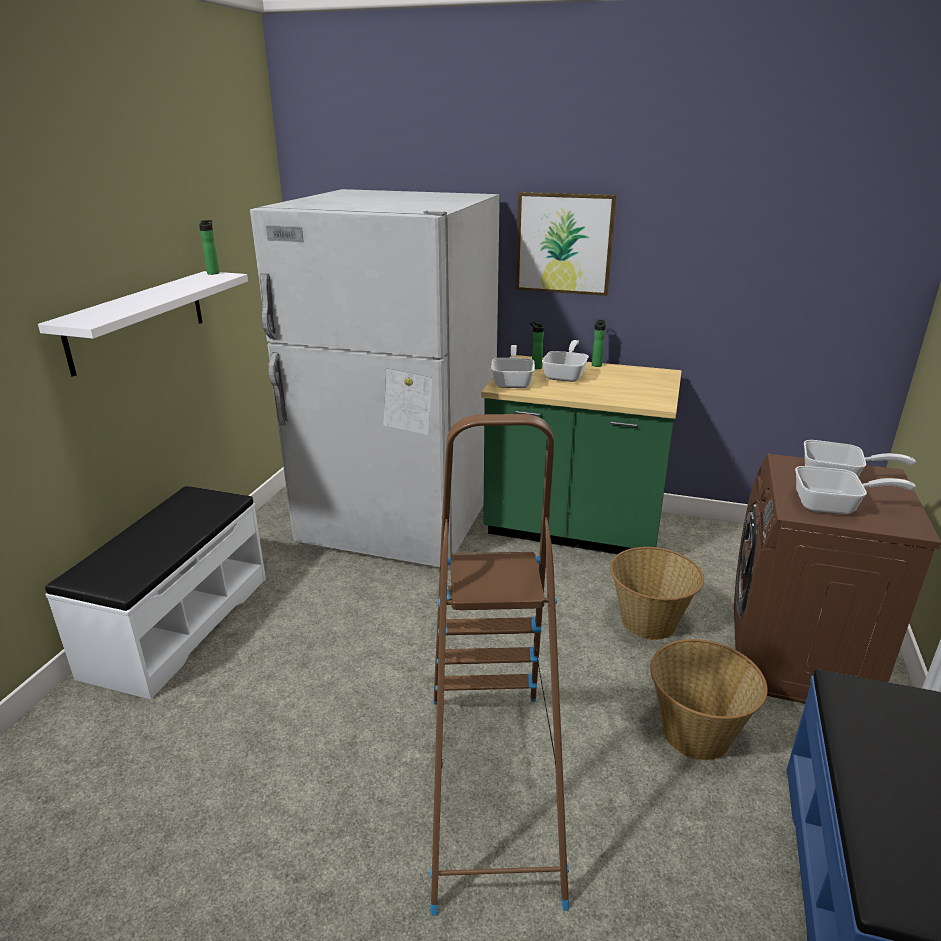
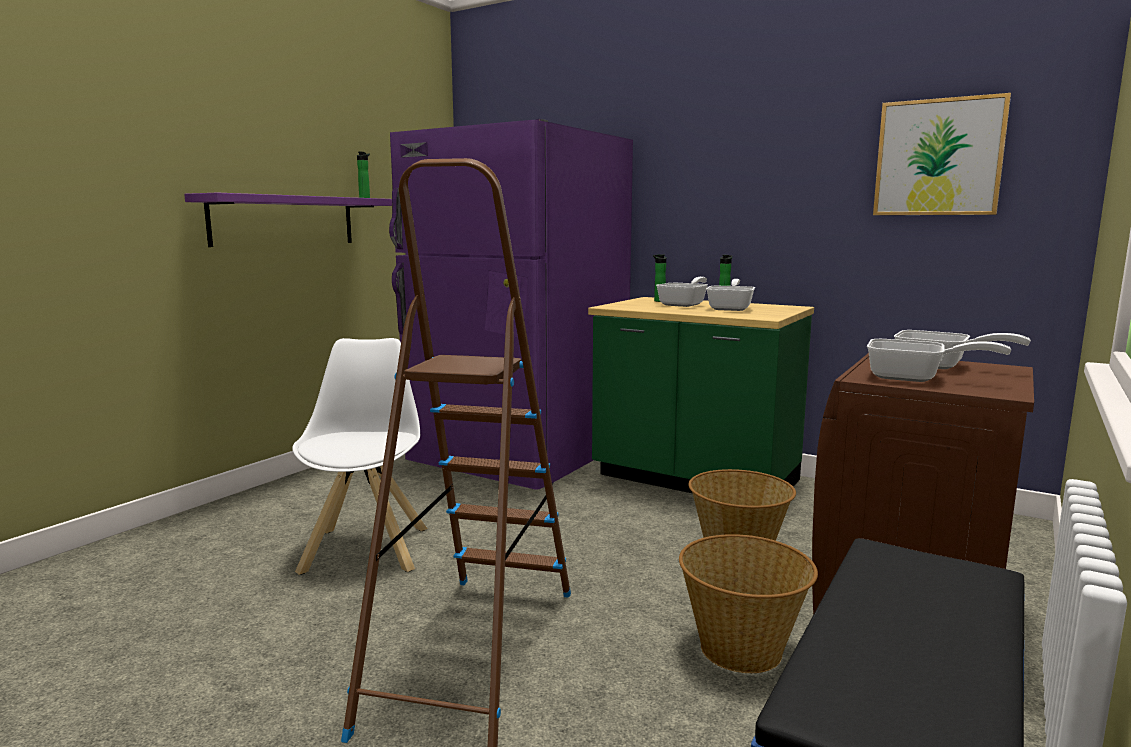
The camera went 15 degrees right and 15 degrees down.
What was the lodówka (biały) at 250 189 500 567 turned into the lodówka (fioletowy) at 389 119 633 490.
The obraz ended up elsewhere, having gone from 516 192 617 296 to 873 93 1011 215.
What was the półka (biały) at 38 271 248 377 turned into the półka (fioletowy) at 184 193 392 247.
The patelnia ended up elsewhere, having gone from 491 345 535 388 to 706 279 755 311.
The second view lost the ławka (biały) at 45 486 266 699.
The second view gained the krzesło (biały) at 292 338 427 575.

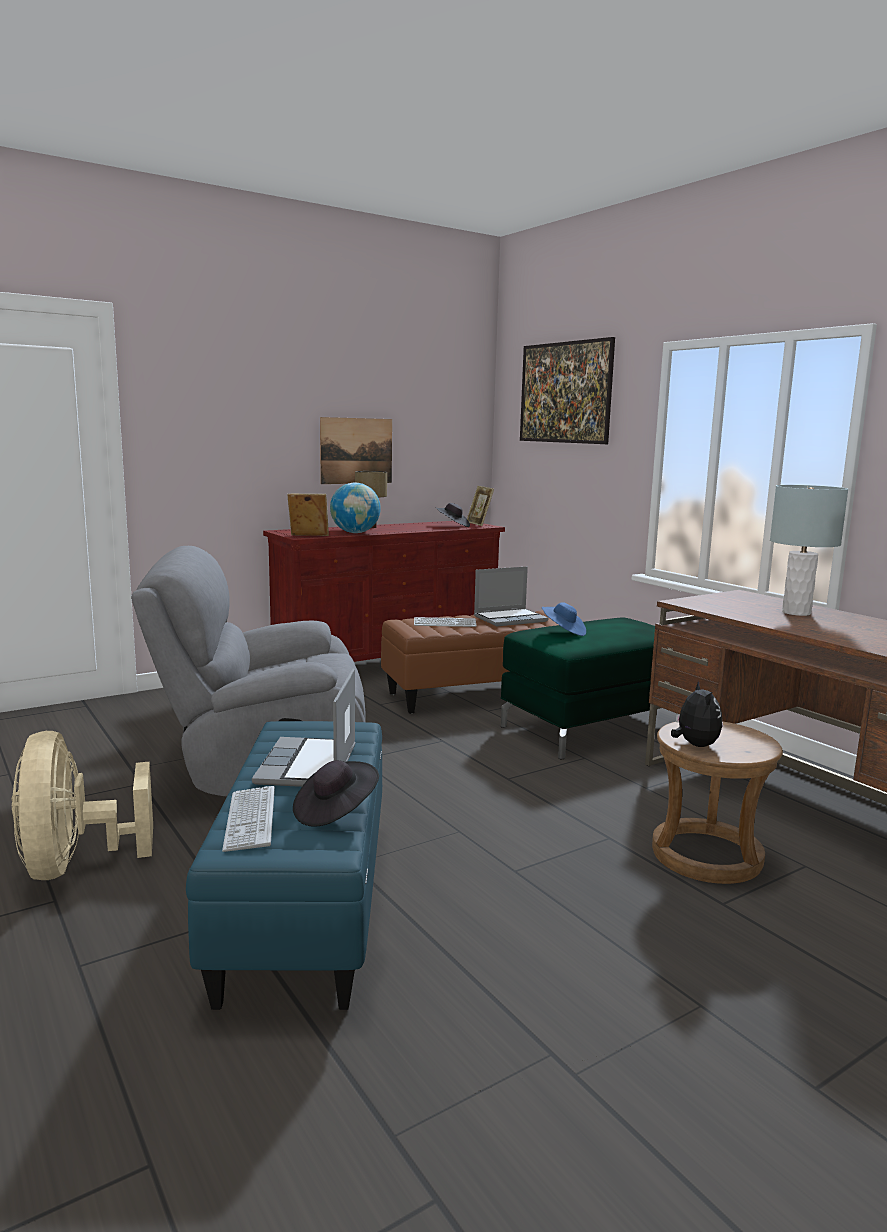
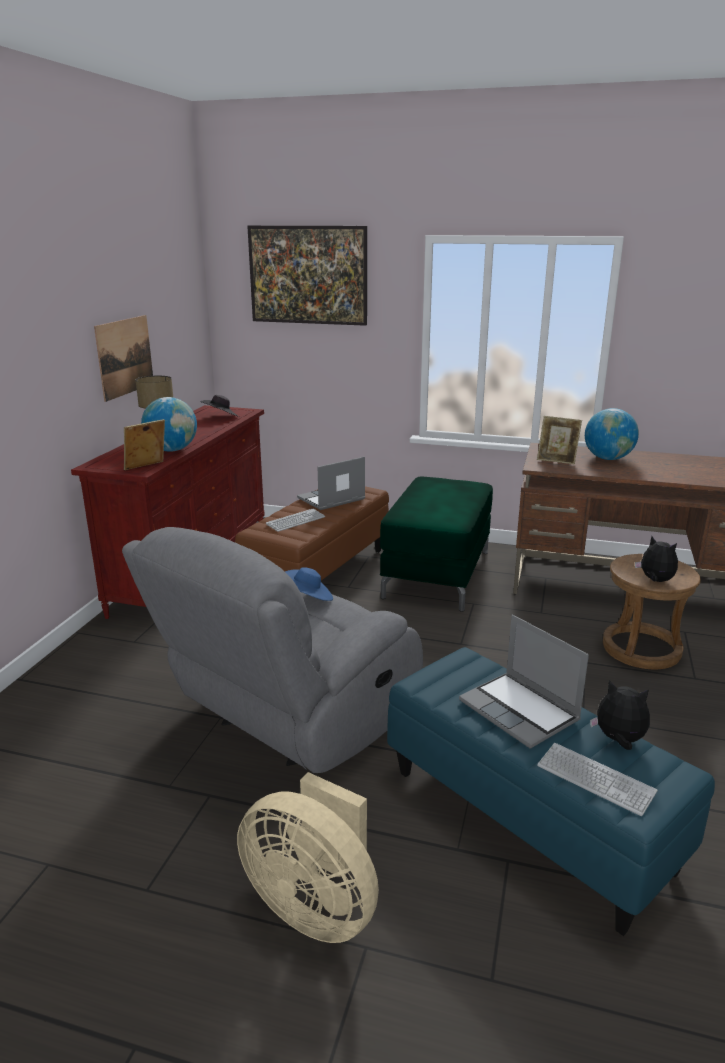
The camera went 40 degrees left and 10 degrees up.
Where the lampa stołowa (szary) stood at 770 485 848 616, the globus came to stand at 585 408 639 460.
The ramka na zdjęcie ended up elsewhere, having gone from 467 486 494 526 to 537 416 582 465.
The laptop at 474 567 548 626 ended up facing another way, 150 degrees counterclockwise from before.
The kapelusz (niebieski) ended up elsewhere, having gone from 542 602 586 636 to 285 567 333 601.
Where the kapelusz (czarny) stood at 293 760 379 827, the pluszak came to stand at 590 680 650 750.

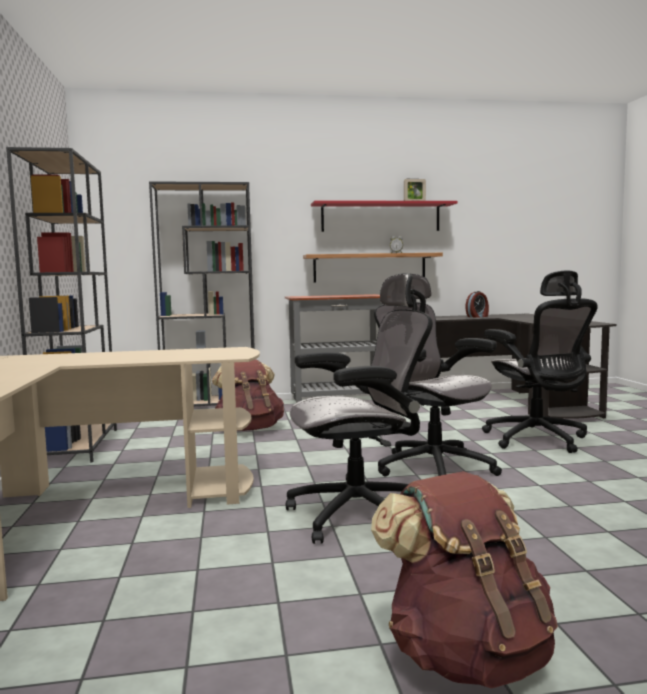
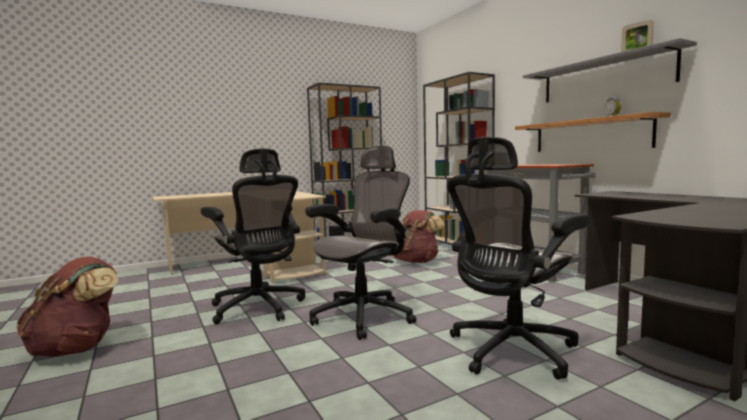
The camera went 70 degrees right and 0 degrees up.
What was the półka (czerwony) at 311 201 457 232 turned into the półka (szary) at 523 38 697 102.
The second view lost the budzik at 466 291 489 318.

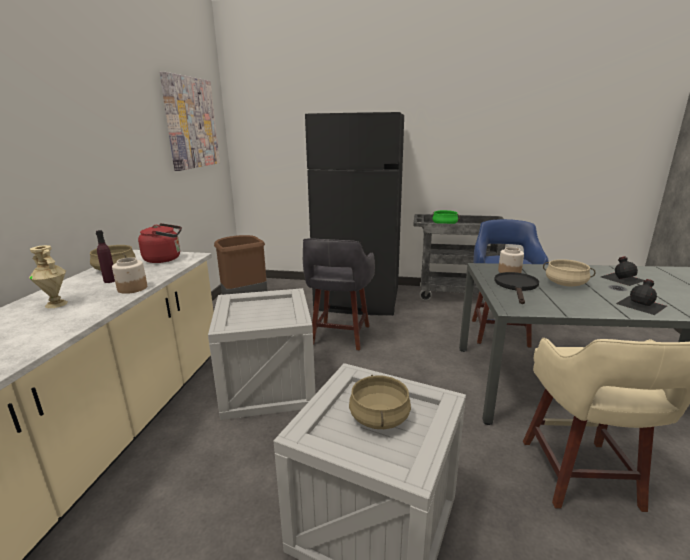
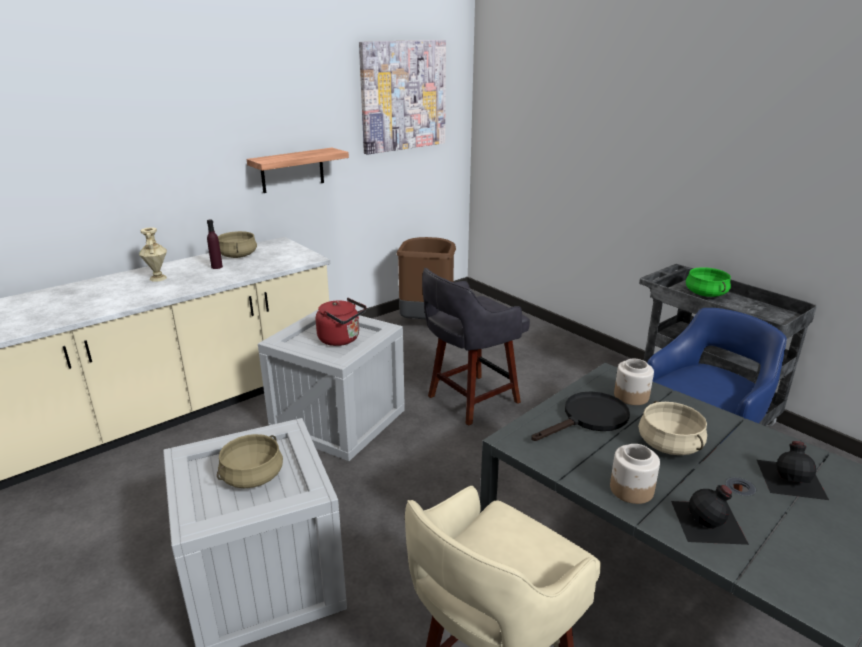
The camera went 40 degrees right and 5 degrees up.
The second view lost the lodówka (czarny) at 305 112 404 316.
The czajnik (czerwony) ended up elsewhere, having gone from 138 223 182 263 to 316 298 367 346.
The słoik ended up elsewhere, having gone from 112 257 147 294 to 610 444 660 504.
The second view gained the półka at 247 148 349 193.

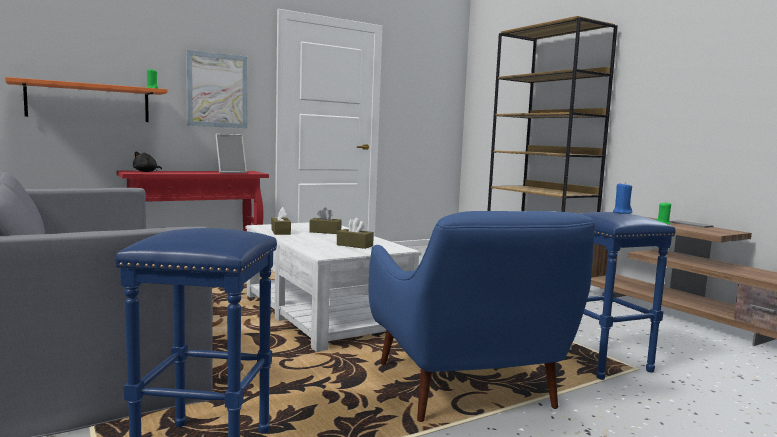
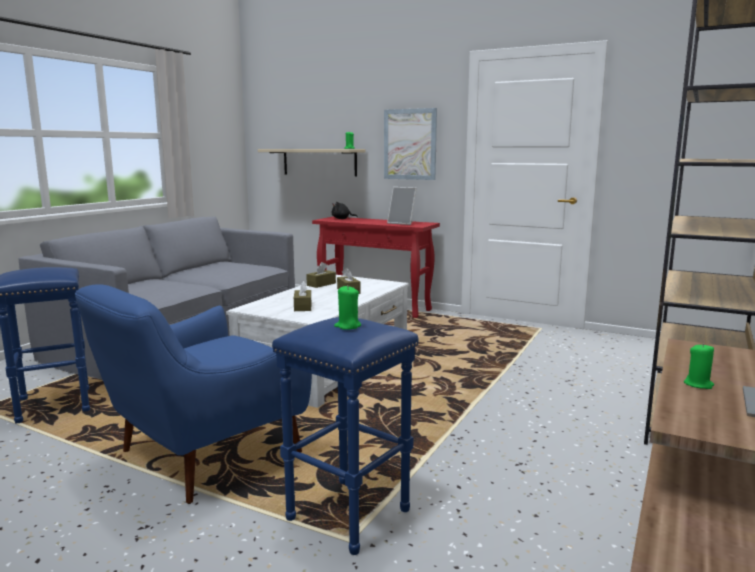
The camera went 60 degrees right and 5 degrees up.
What was the półka (pomarańczowy) at 5 77 167 122 turned into the półka (beżowy) at 258 149 366 176.
What was the świeca (niebieski) at 613 183 632 214 turned into the świeca (zielony) at 334 285 361 330.

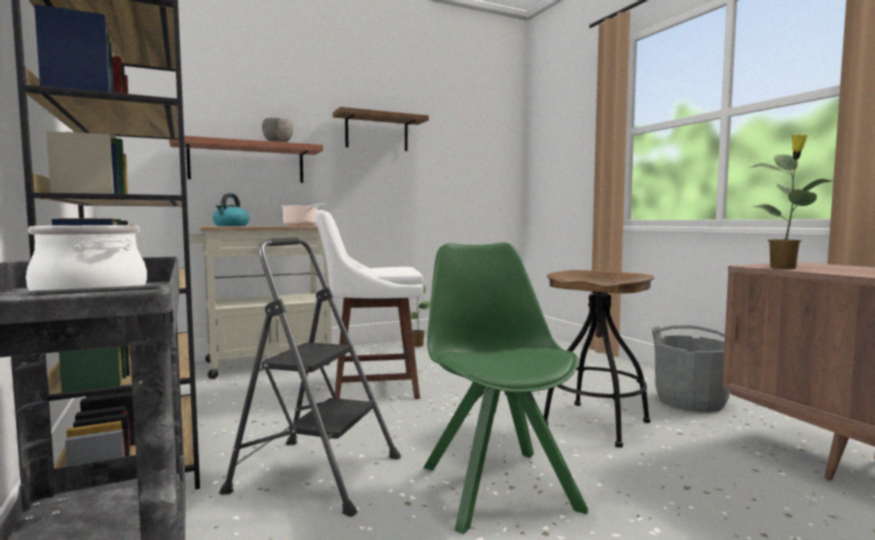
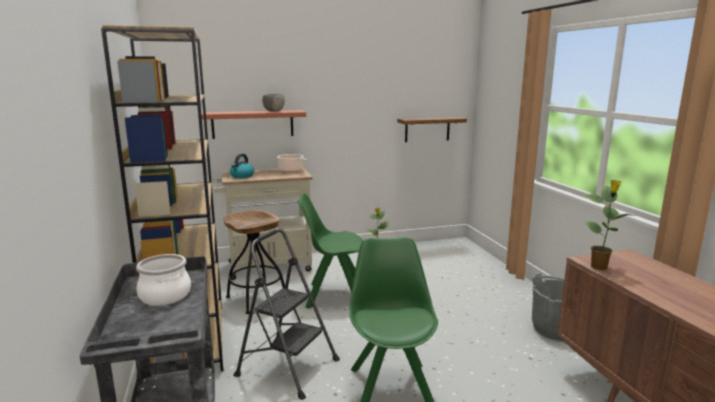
The camera went 10 degrees right and 10 degrees up.
The półka ended up elsewhere, having gone from 333 107 429 151 to 397 117 467 142.
Where the stołek (biały) stood at 315 210 423 399, the krzesło (zielony) came to stand at 298 193 363 309.
The stołek (brązowy) ended up elsewhere, having gone from 544 270 654 448 to 223 210 285 314.

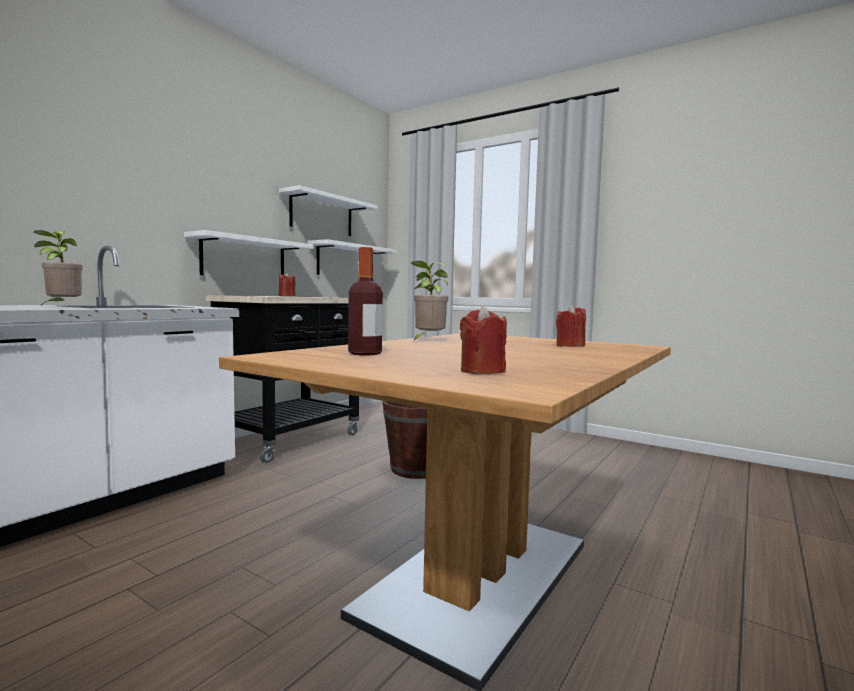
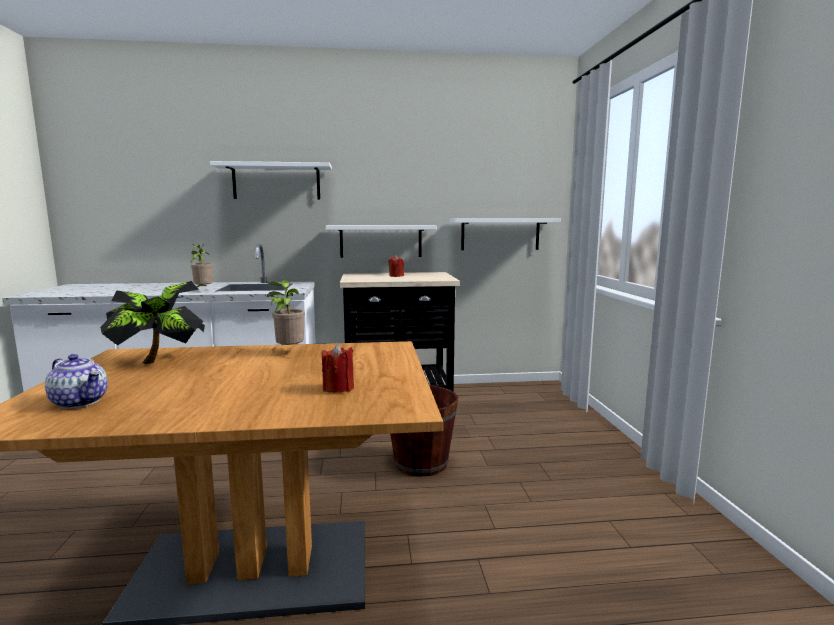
The camera went 50 degrees right and 5 degrees up.
The półka (biały) ended up elsewhere, having gone from 279 185 378 236 to 210 161 332 199.
Where the butelka stood at 348 247 383 356, the roślina doniczkowa came to stand at 100 281 205 364.
Where the świeca (czerwony) stood at 460 306 507 374, the imbryk came to stand at 45 354 108 409.

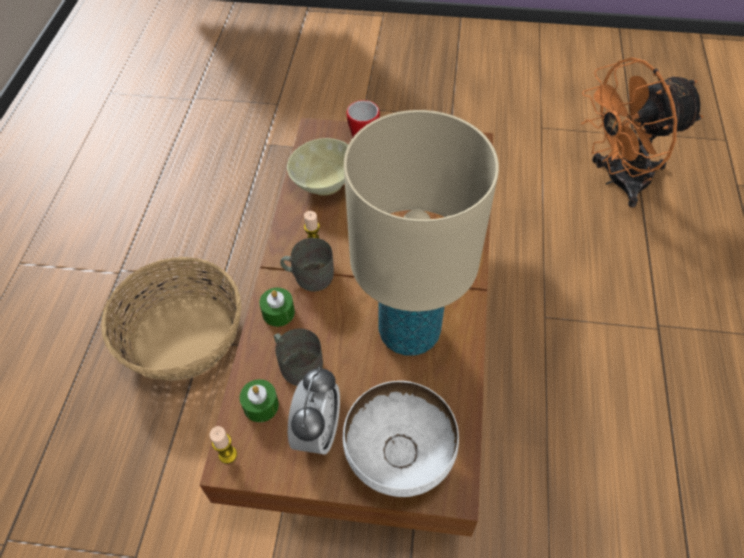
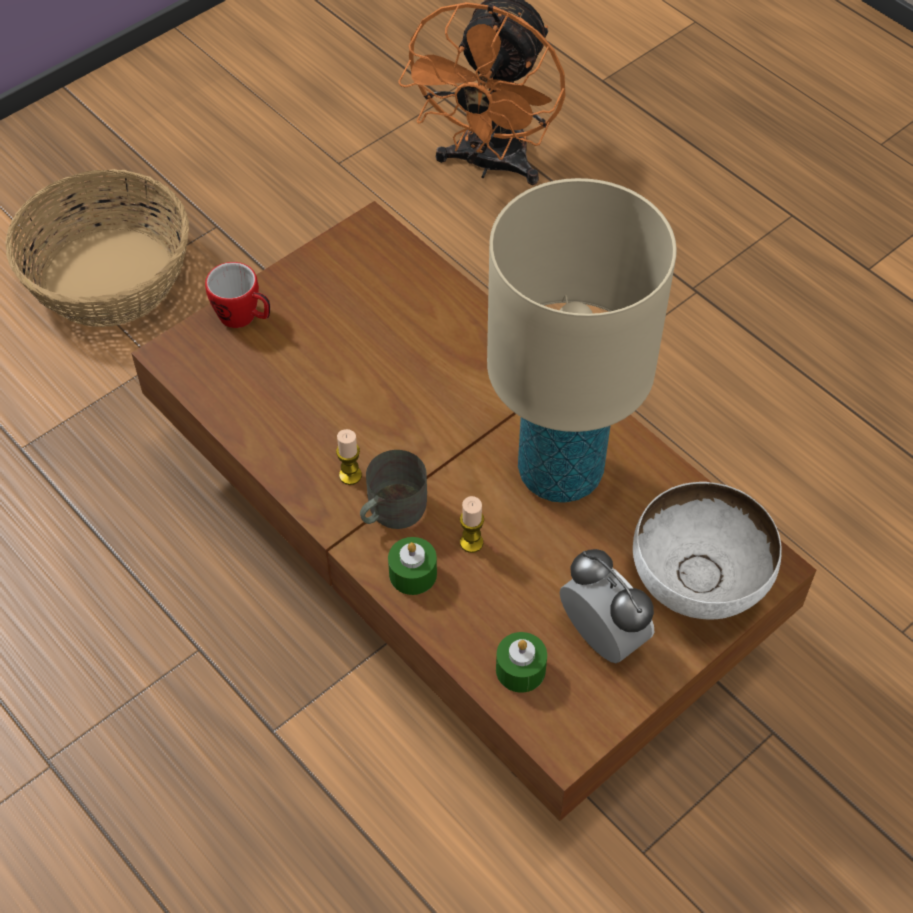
The camera went 50 degrees left and 0 degrees up.
The second view lost the miska (beżowy) at 287 138 348 196.
The koszyk ended up elsewhere, having gone from 101 257 242 381 to 5 169 189 327.
The second view lost the kubek (szary) at 274 328 323 386.
The świeca ended up elsewhere, having gone from 210 426 237 464 to 460 496 484 553.

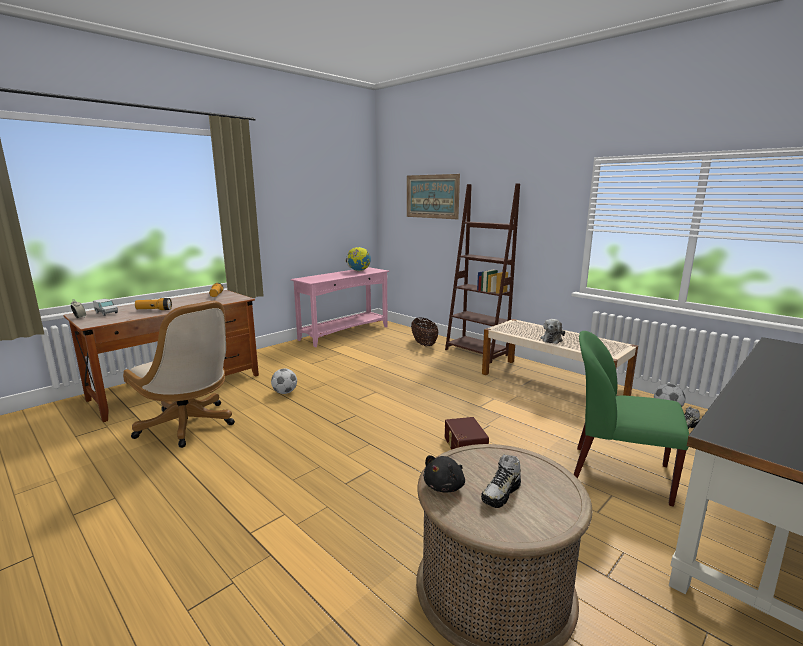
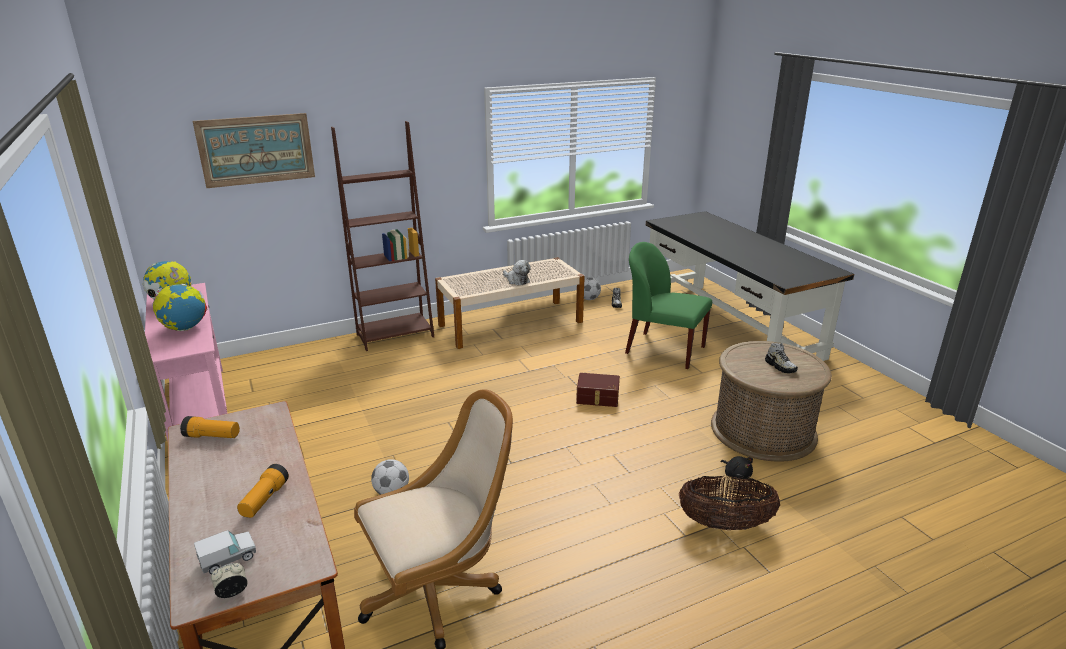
The camera went 70 degrees left and 10 degrees up.
The koszyk ended up elsewhere, having gone from 411 318 439 346 to 679 475 780 530.
The krzesło (zielony) at 573 331 689 507 ended up facing another way, 75 degrees clockwise from before.
The pluszak (czarny) ended up elsewhere, having gone from 423 455 465 492 to 721 456 753 480.
The second view gained the globus at 152 284 208 331.

